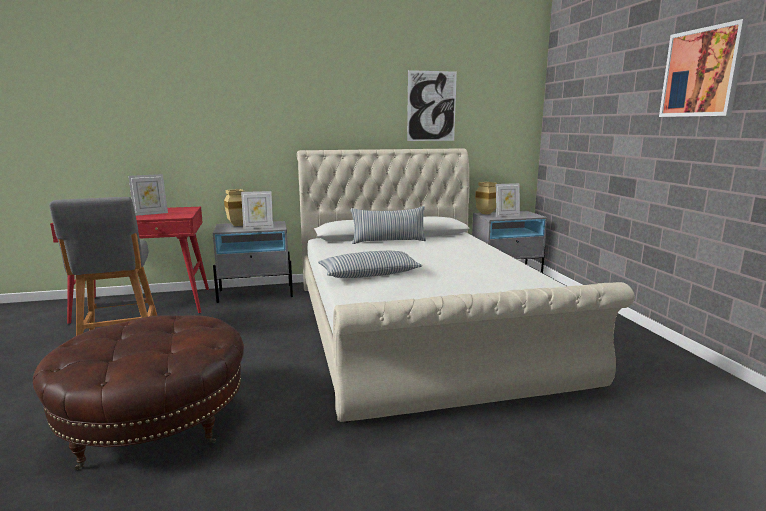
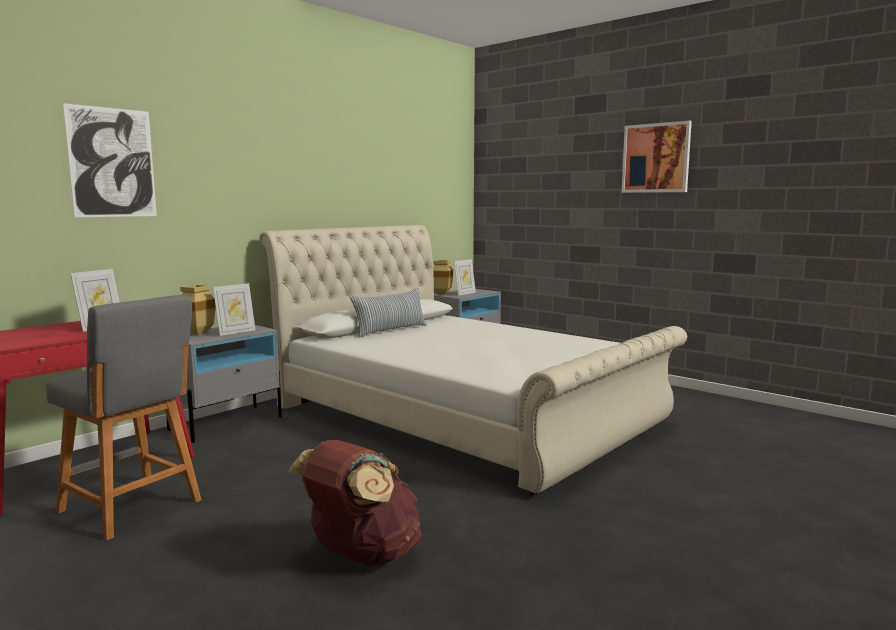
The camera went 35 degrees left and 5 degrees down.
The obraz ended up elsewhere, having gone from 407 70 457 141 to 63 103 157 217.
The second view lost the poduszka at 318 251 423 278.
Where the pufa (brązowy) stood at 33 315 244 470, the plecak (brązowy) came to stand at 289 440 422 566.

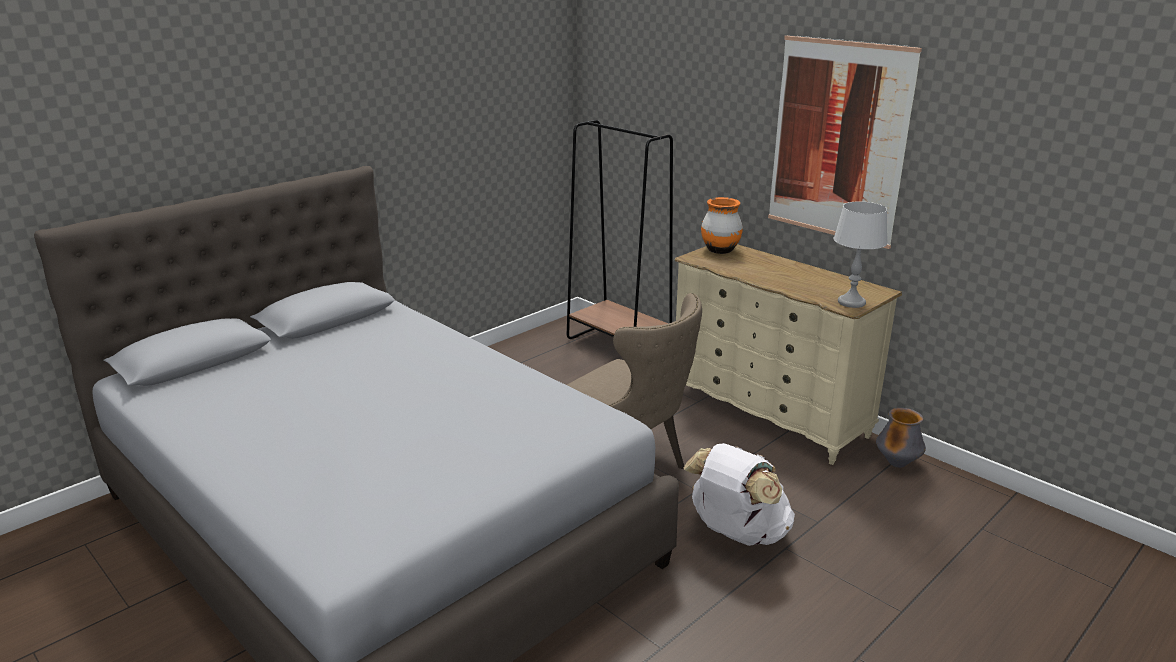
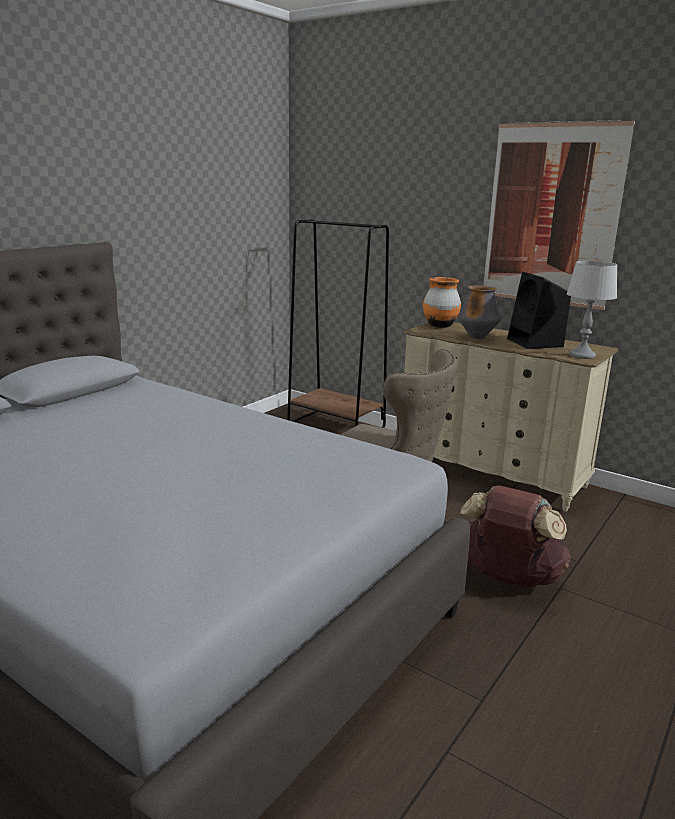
The camera went 10 degrees left and 5 degrees down.
The wazon ended up elsewhere, having gone from 876 408 926 468 to 458 285 501 339.
What was the plecak (biały) at 684 443 795 546 turned into the plecak (brązowy) at 461 485 571 588.
The second view gained the głośnik (czarny) at 507 272 571 349.

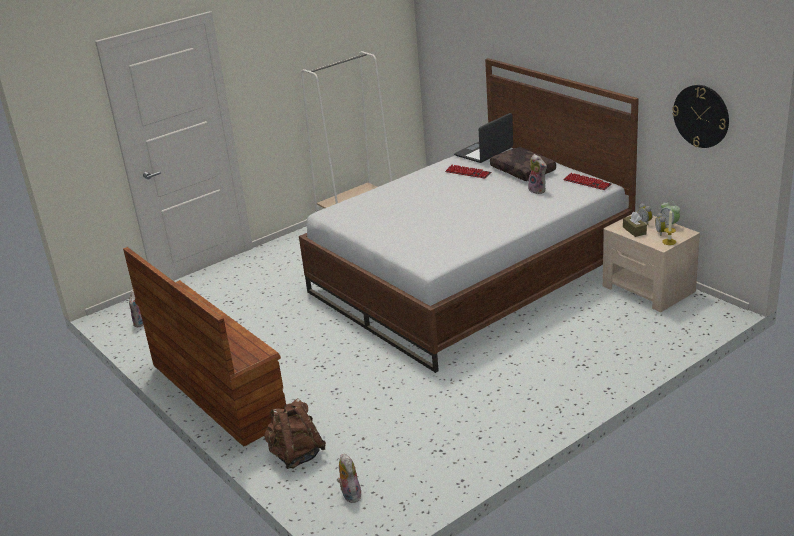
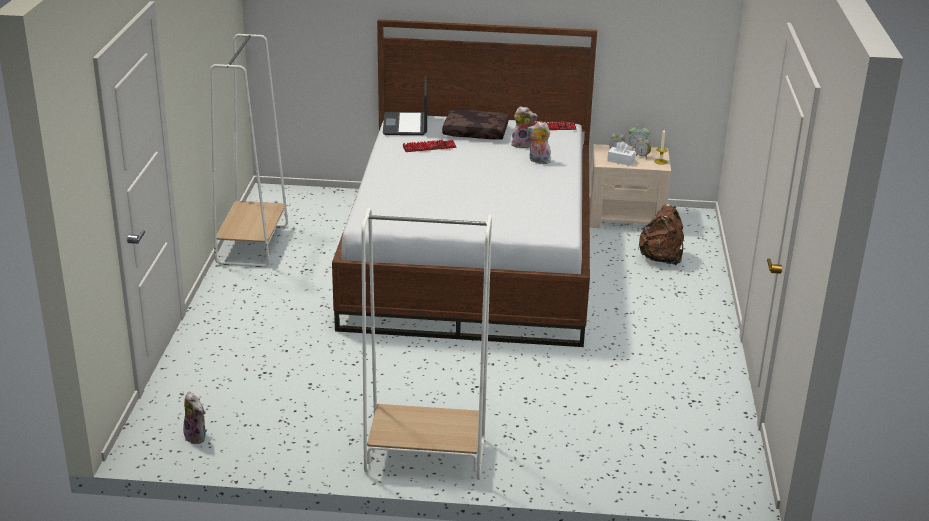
The camera went 50 degrees left and 0 degrees up.
The second view lost the zegar ścienny at 672 85 729 148.
What was the pudełko chusteczek (brązowy) at 623 212 647 237 turned into the pudełko chusteczek (biały) at 607 141 635 166.
Where the komoda (brązowy) stood at 123 247 286 447, the wieszak came to stand at 361 208 492 480.
The plecak (brązowy) ended up elsewhere, having gone from 264 398 326 469 to 638 204 684 265.
The pluszak ended up elsewhere, having gone from 337 454 361 503 to 528 122 551 164.

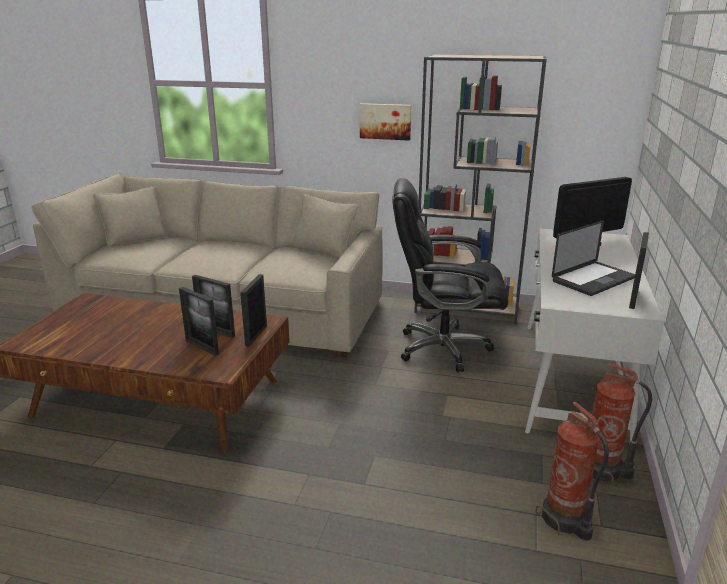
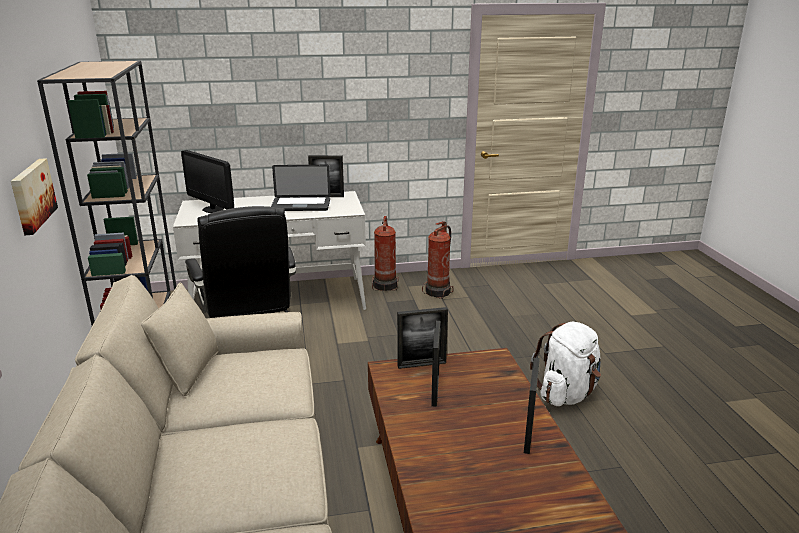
The camera went 115 degrees left and 0 degrees up.
The laptop at 552 220 635 296 ended up facing another way, 150 degrees clockwise from before.
The ramka na zdjęcie ended up elsewhere, having gone from 179 287 219 356 to 524 358 540 454.
The second view gained the plecak (biały) at 530 322 601 406.

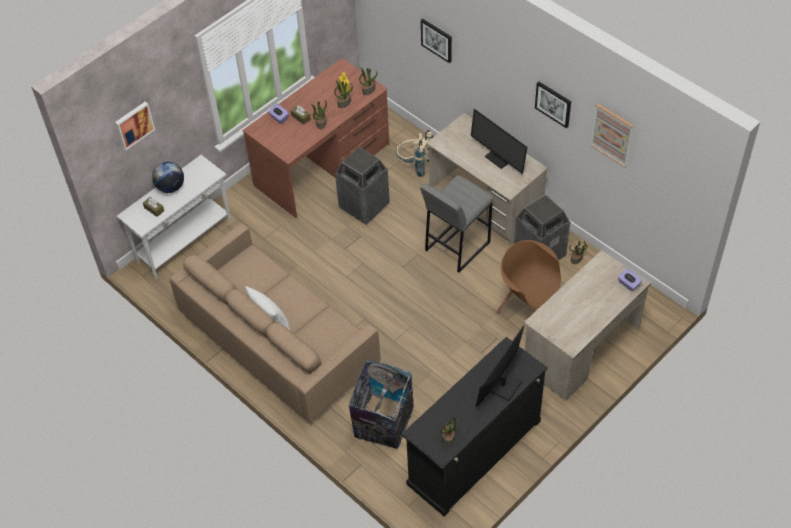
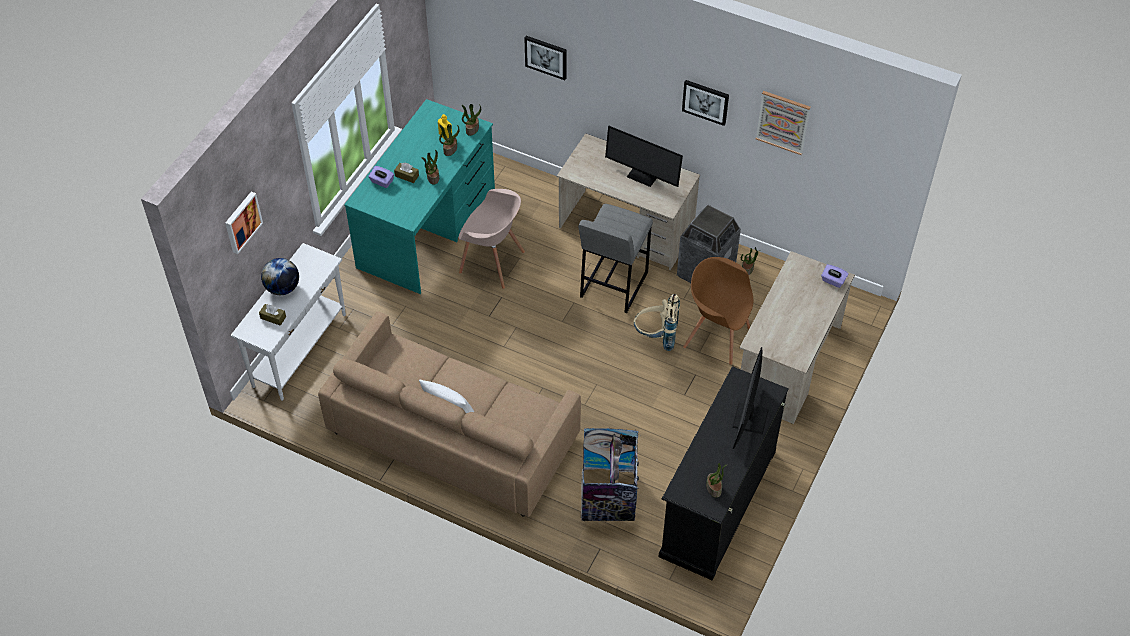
The camera went 20 degrees left and 0 degrees up.
What was the biurko (brązowy) at 242 58 390 218 turned into the biurko (turkusowy) at 344 99 495 294.
The plecak (beżowy) ended up elsewhere, having gone from 396 130 434 177 to 634 294 680 351.
Where the kosz na śmieci stood at 335 147 390 225, the krzesło (beżowy) came to stand at 459 189 525 289.

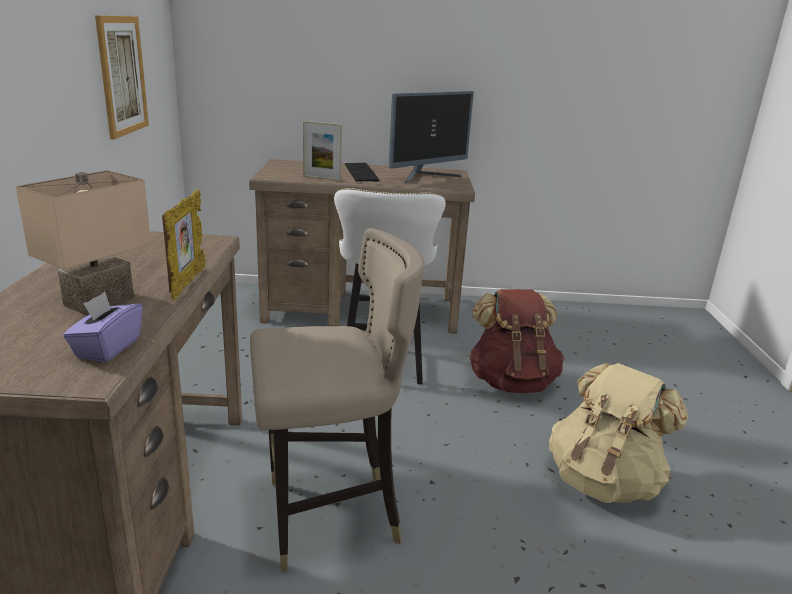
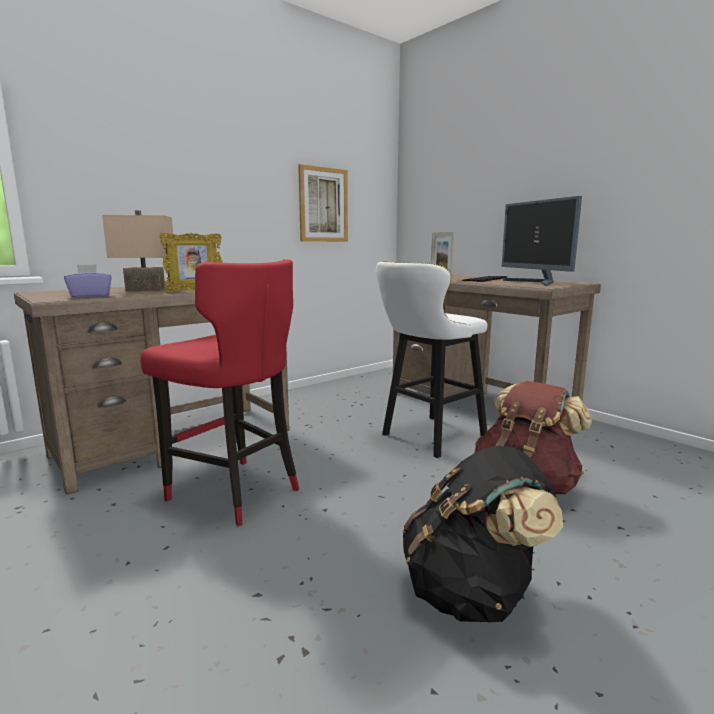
The camera went 50 degrees right and 10 degrees down.
The monitor at 389 91 474 183 ended up facing another way, 60 degrees clockwise from before.
What was the stołek (beżowy) at 250 228 425 572 turned into the stołek (czerwony) at 140 259 299 526.
What was the plecak (beżowy) at 549 363 688 503 turned into the plecak (czarny) at 403 446 563 623.

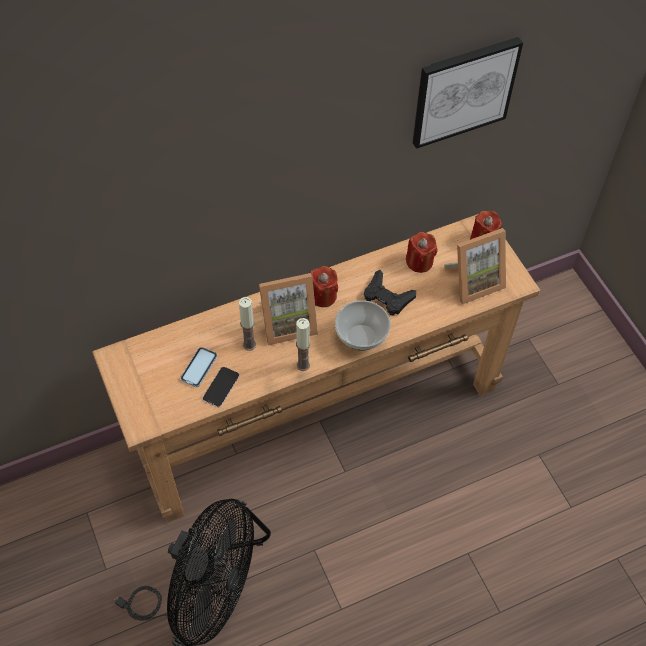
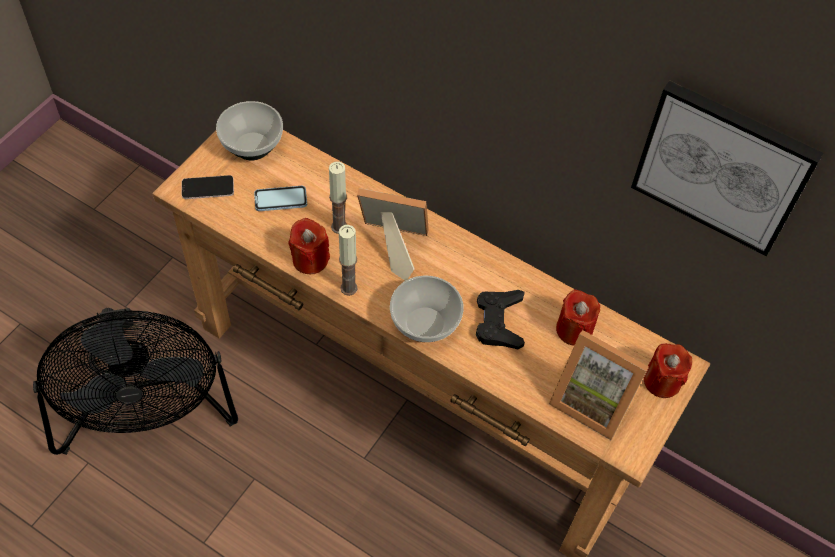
The camera went 55 degrees right and 0 degrees up.
The świeca (czerwony) ended up elsewhere, having gone from 310 266 338 307 to 289 218 330 274.
The ramka na zdjęcie at 259 273 318 345 ended up facing another way, 150 degrees clockwise from before.
The telefon ended up elsewhere, having gone from 202 367 240 408 to 182 175 234 199.
The second view gained the miska at 216 101 283 160.

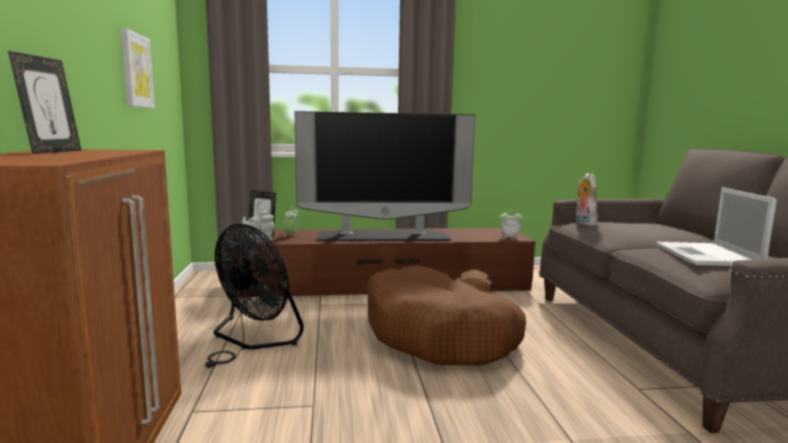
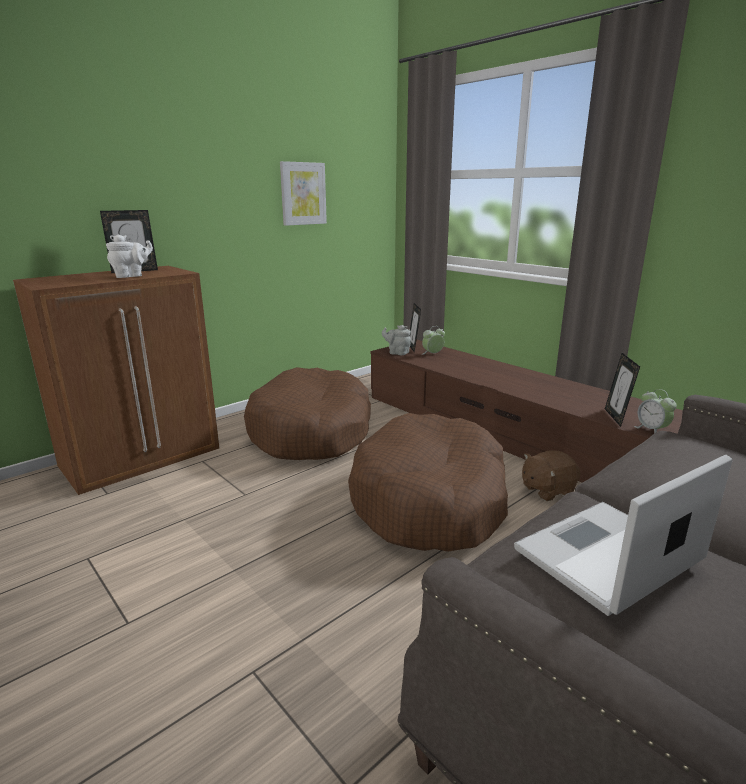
The camera went 55 degrees right and 10 degrees up.
The second view lost the telewizor at 294 111 476 241.
The second view lost the pluszak at 575 173 598 226.
Where the wentylator (czarny) stood at 204 224 304 368, the legowisko (brązowy) came to stand at 244 367 371 460.
The second view gained the imbryk (biały) at 106 234 153 278.
The second view gained the ramka na zdjęcie at 605 353 640 427.

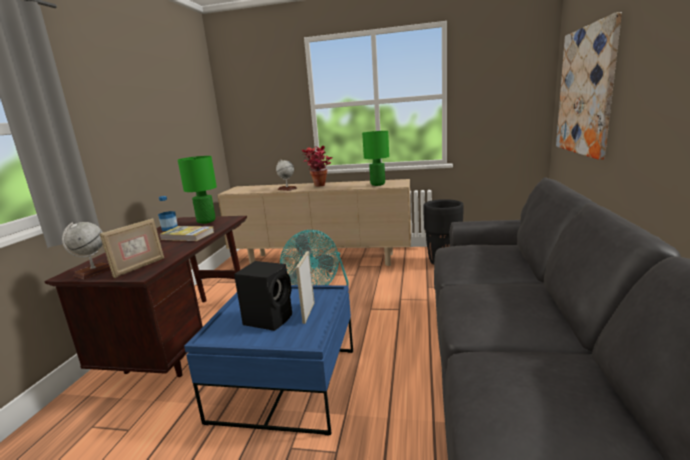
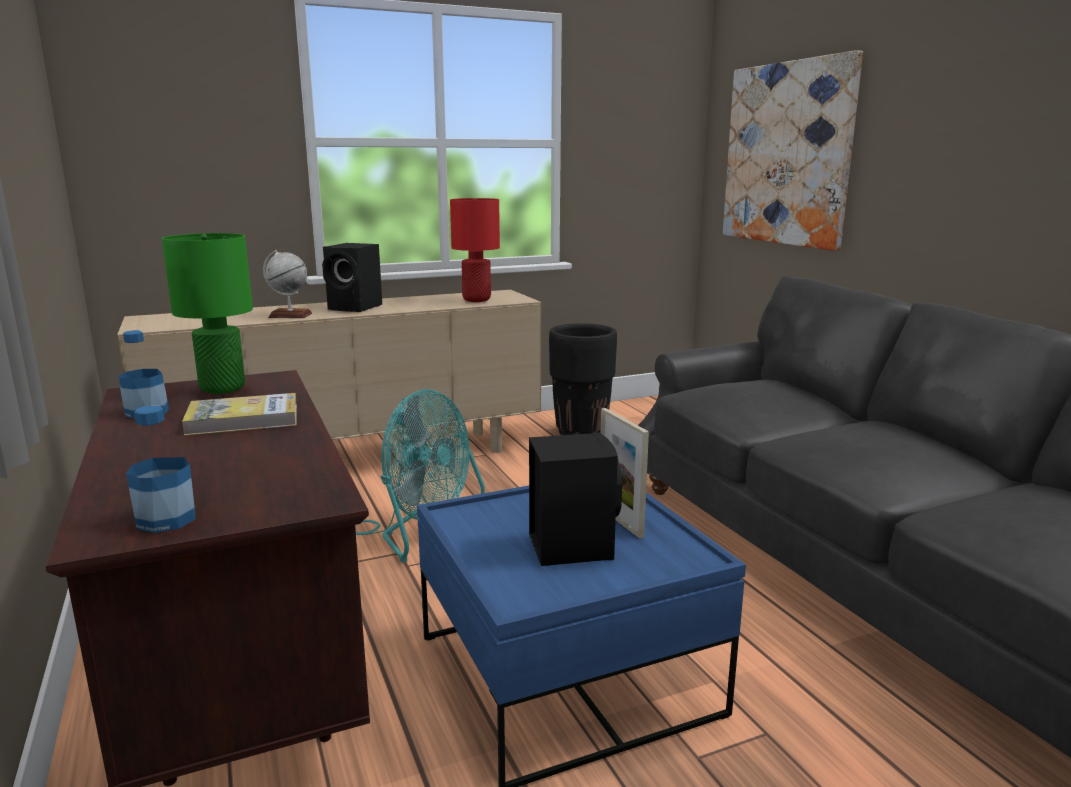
The camera went 35 degrees left and 0 degrees up.
What was the lampa stołowa (zielony) at 362 131 389 186 turned into the lampa stołowa (czerwony) at 450 198 500 302.
Where the roślina doniczkowa stood at 302 146 333 186, the głośnik (czarny) came to stand at 322 243 382 312.
The second view lost the ramka na zdjęcie at 100 218 165 278.
Where the globus stood at 62 222 111 279, the butelka came to stand at 126 406 196 533.

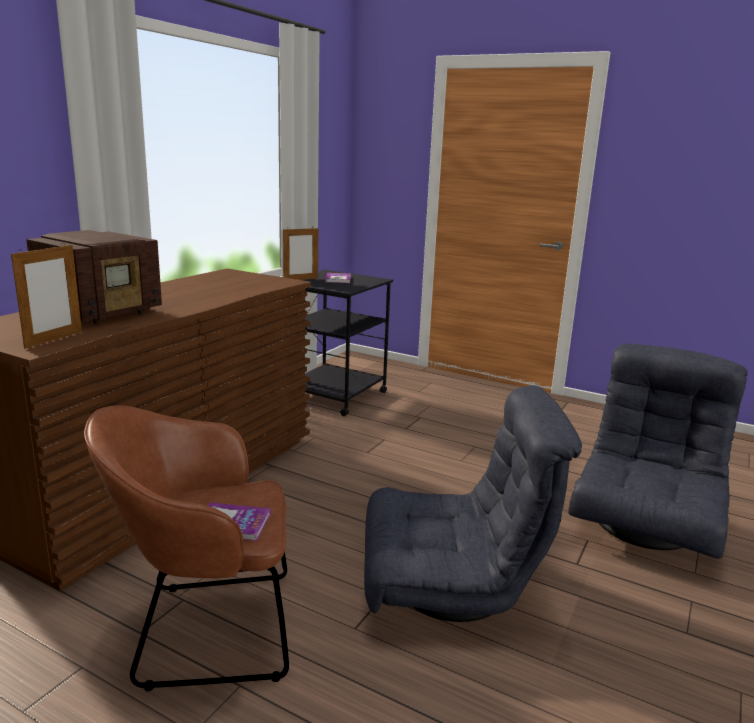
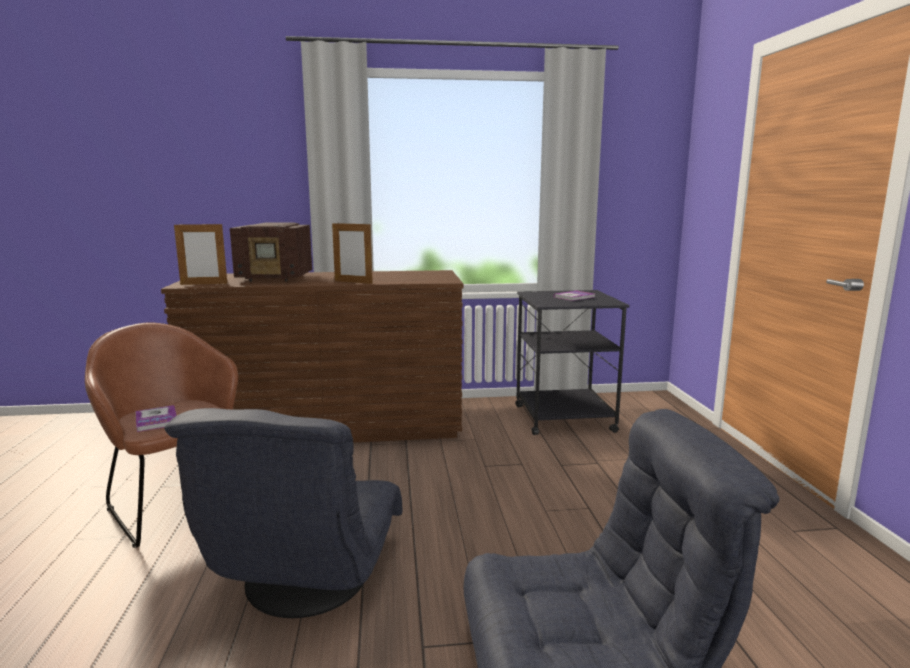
The camera went 55 degrees right and 5 degrees down.
The ramka na zdjęcie ended up elsewhere, having gone from 283 227 318 280 to 332 221 373 284.
The fotel (szary) at 364 385 582 622 ended up facing another way, 45 degrees clockwise from before.

